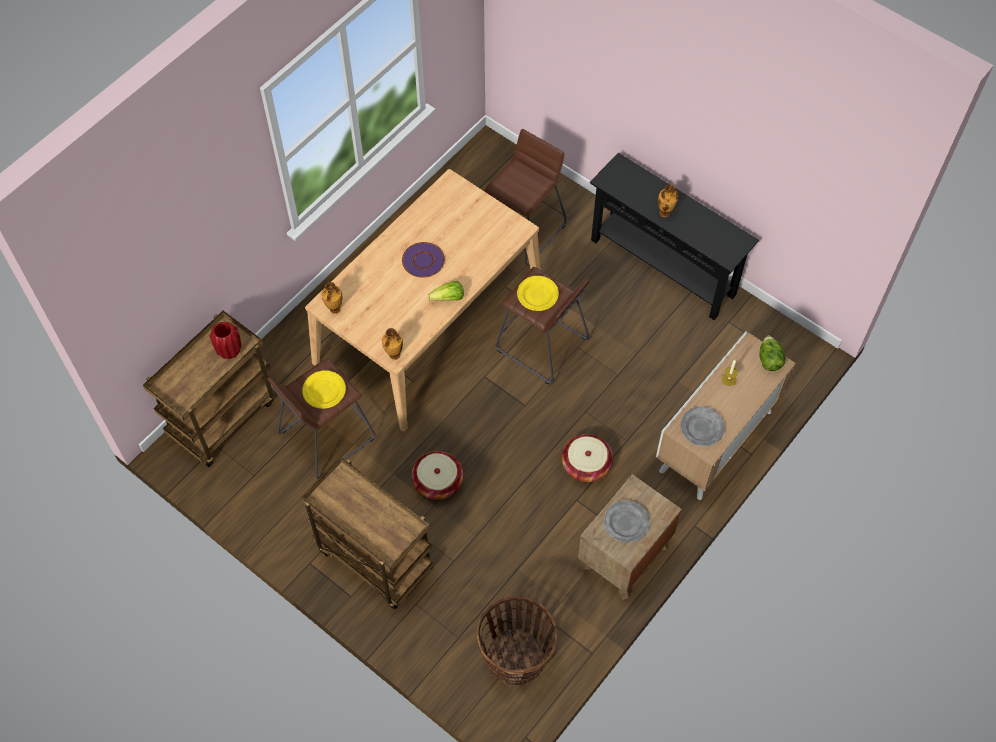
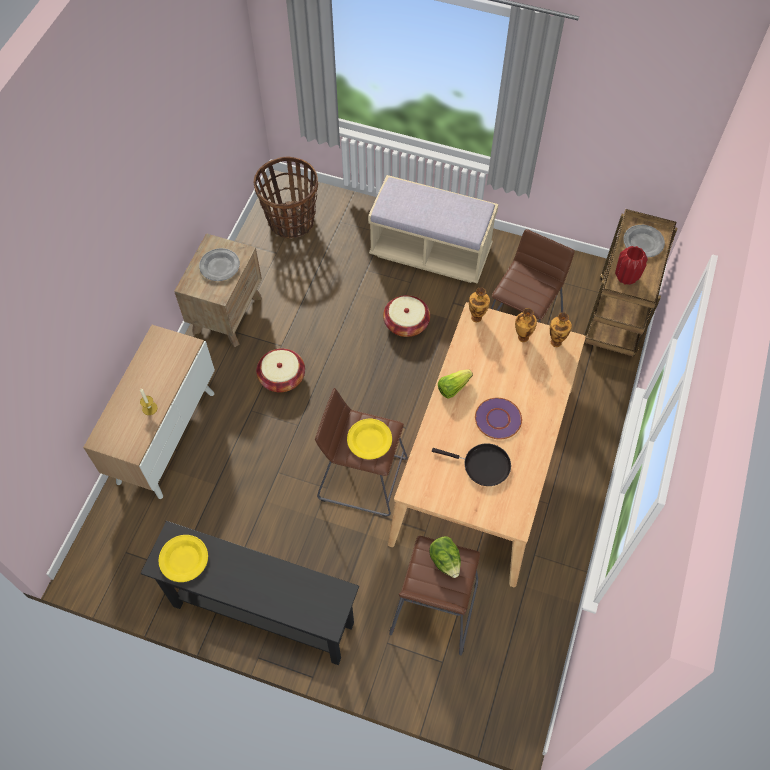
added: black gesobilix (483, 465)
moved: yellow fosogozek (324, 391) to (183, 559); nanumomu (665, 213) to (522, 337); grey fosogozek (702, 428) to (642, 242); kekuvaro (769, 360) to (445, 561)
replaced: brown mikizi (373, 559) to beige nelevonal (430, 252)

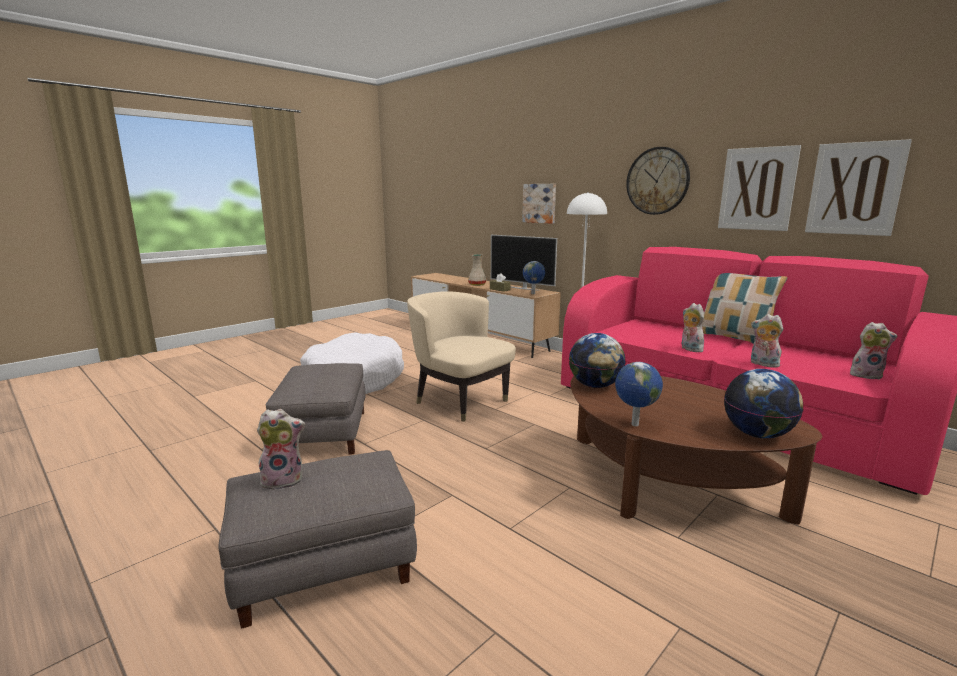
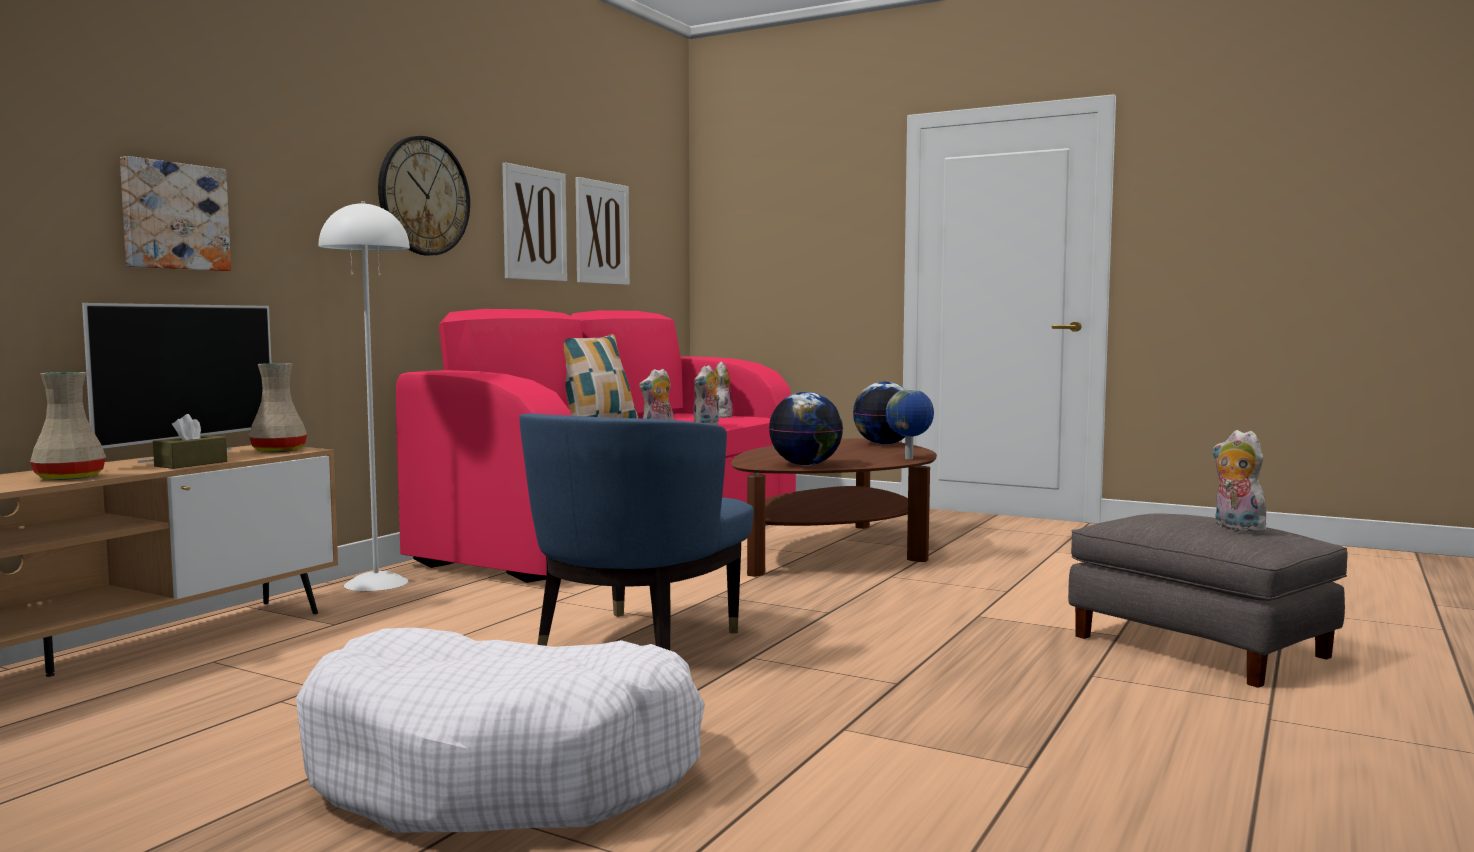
removed: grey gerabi (322, 433)
replaced: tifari (533, 294) to beige nanumomu (279, 450)
recoloured: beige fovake (460, 401) to blue fovake (636, 643)

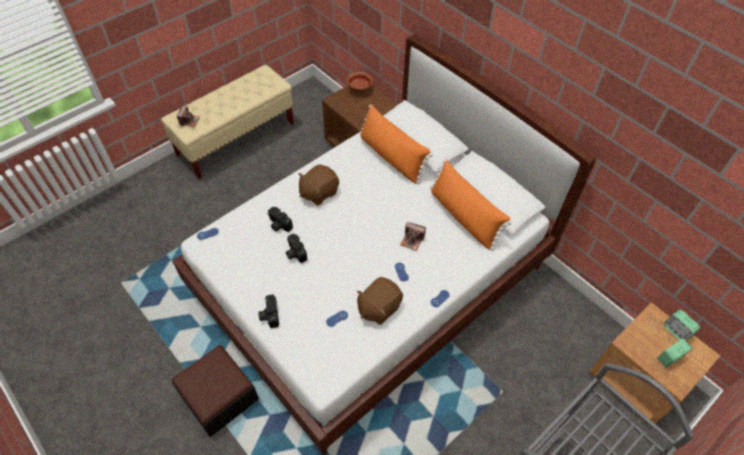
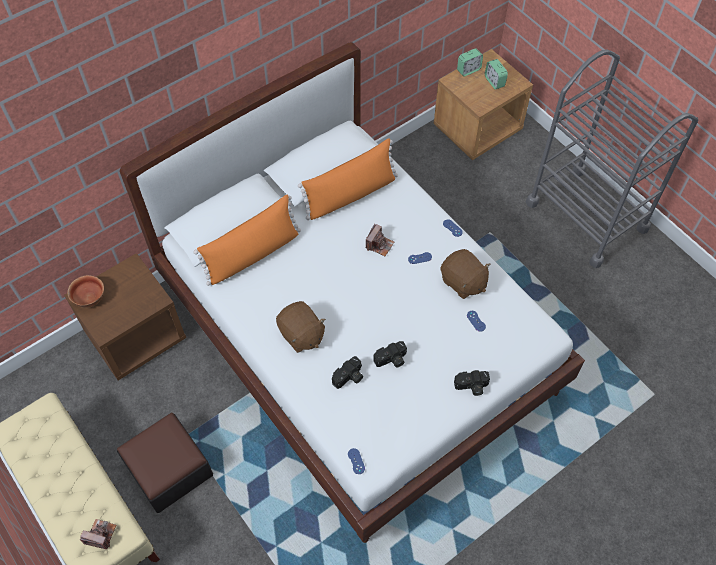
moved: gerabi (219, 396) to (169, 469)

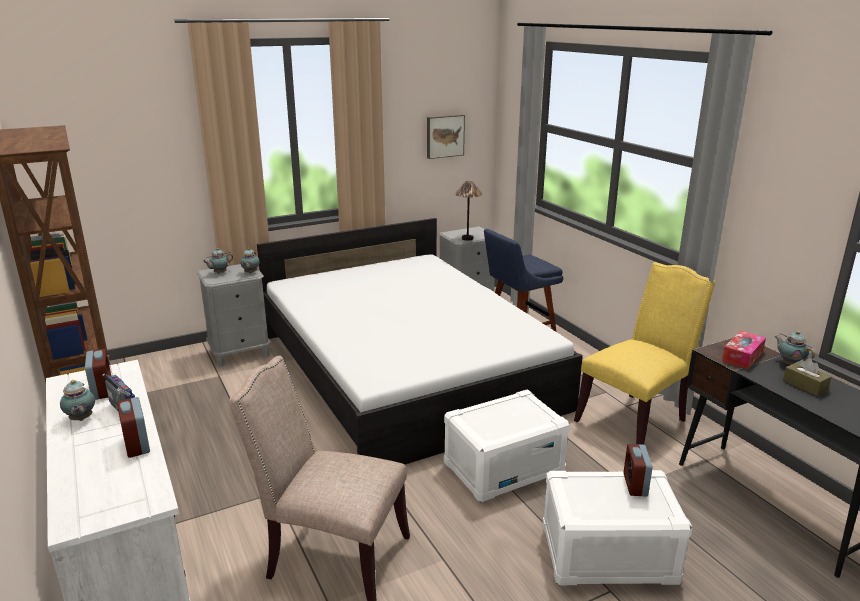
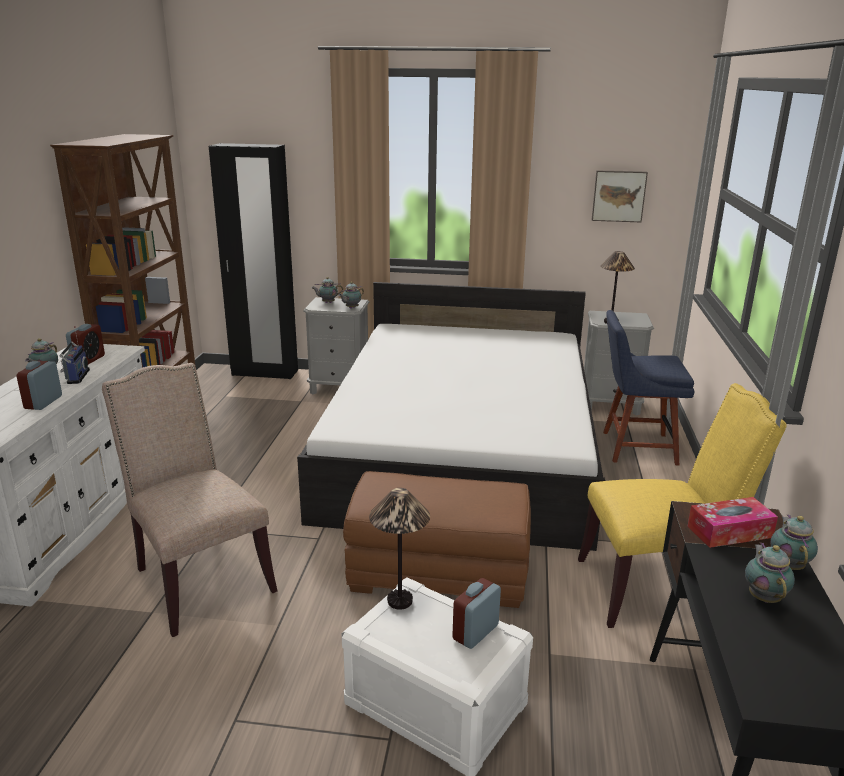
added: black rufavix (264, 373); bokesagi (399, 600)
replaced: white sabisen (504, 467) to brown gerabi (440, 572); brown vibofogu (804, 385) to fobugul (763, 597)

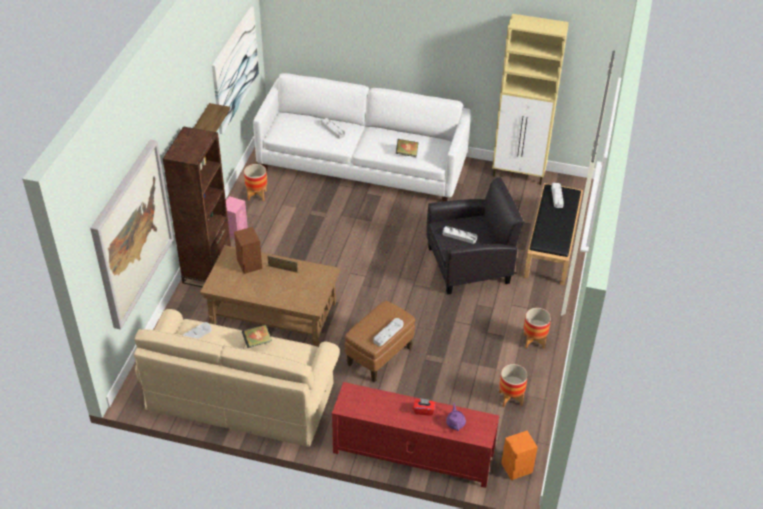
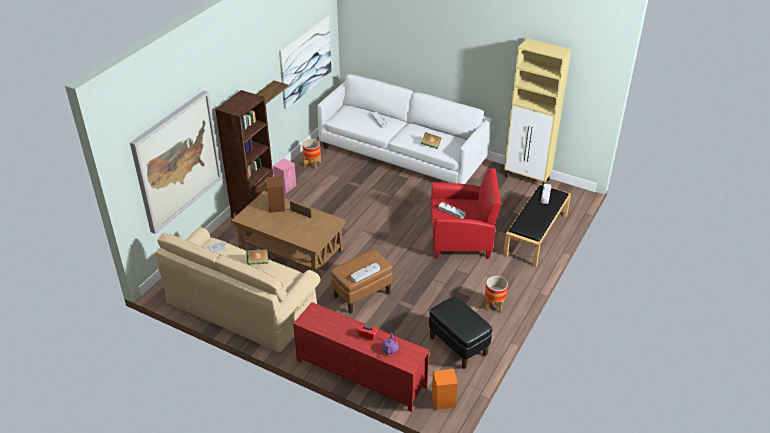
replaced: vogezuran (510, 398) to black gerabi (458, 346)
recoloured: black fovake (469, 265) to red fovake (461, 239)

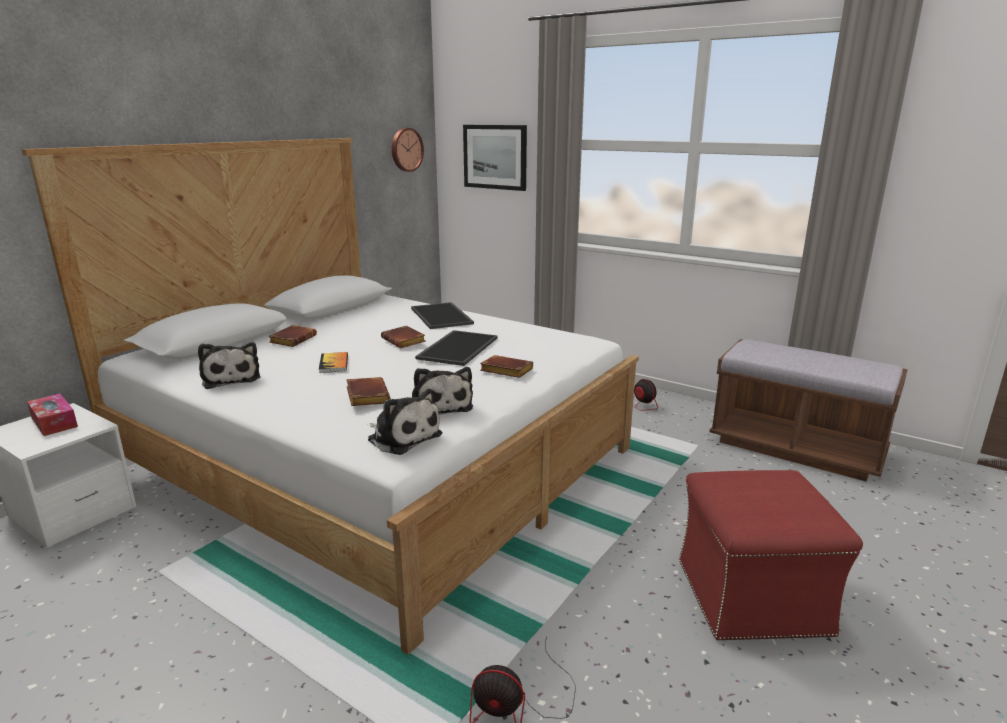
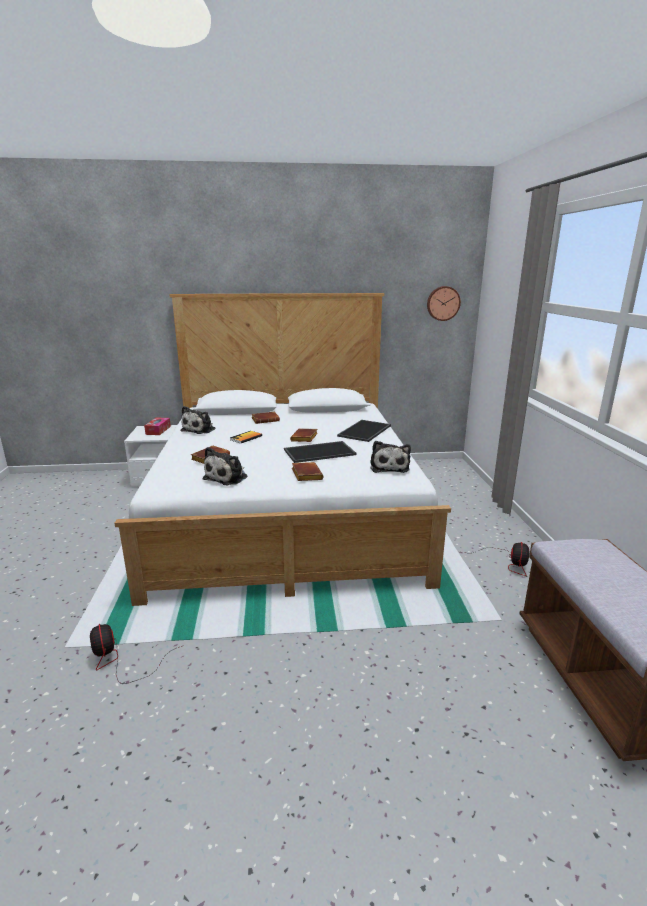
removed: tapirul (495, 157); red gerabi (752, 598)
moved: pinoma (402, 437) to (389, 467)

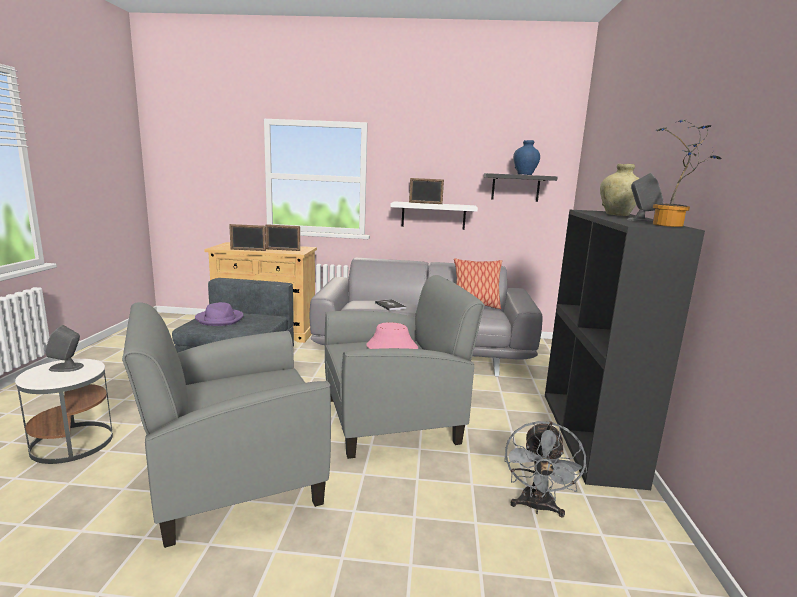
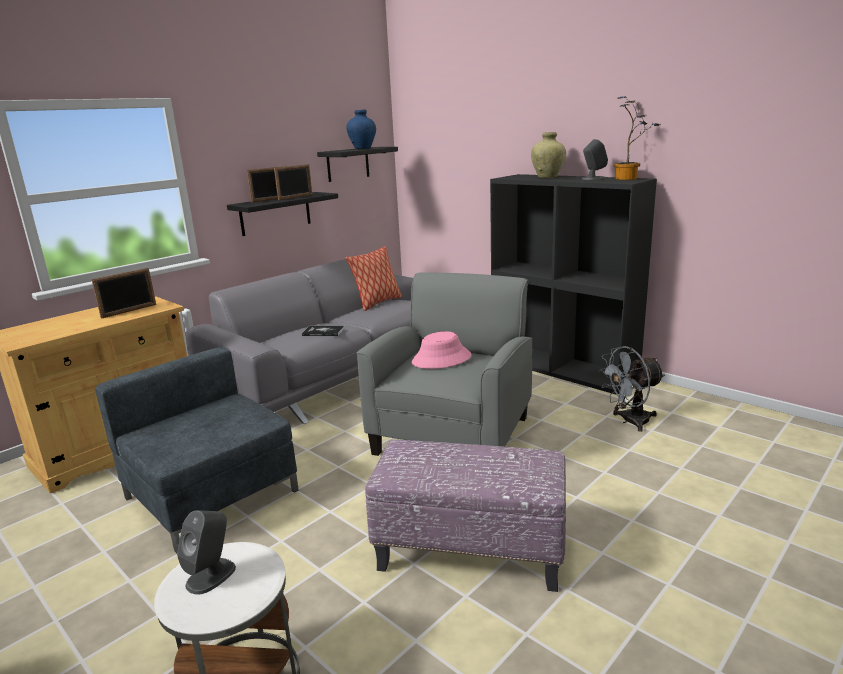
removed: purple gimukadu (220, 319)
moved: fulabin (248, 250) to (295, 197)
replaced: grey fovake (233, 478) to gerabi (469, 552)
recoloured: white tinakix (433, 215) to black tinakix (275, 213)
turned: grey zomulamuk (536, 507) = (629, 421) 105 degrees clockwise

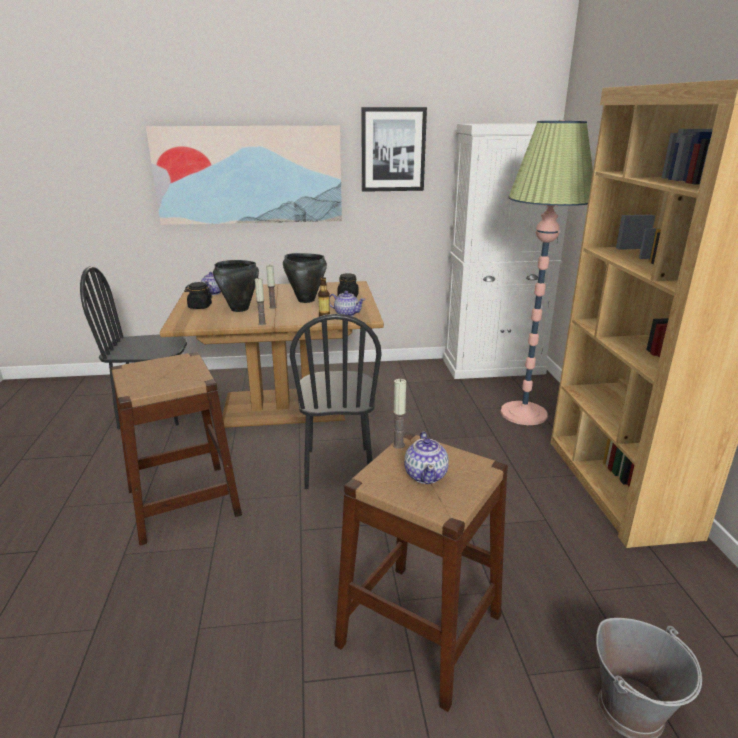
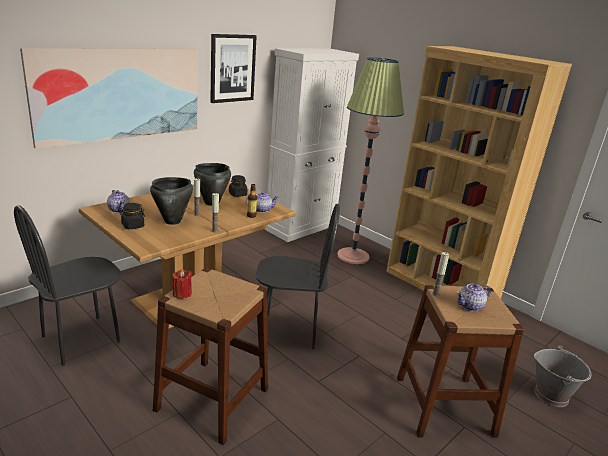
added: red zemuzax (182, 294)
turned: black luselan (338, 467) = (289, 330) 45 degrees counterclockwise; fobugul (426, 475) = (470, 306) 105 degrees clockwise

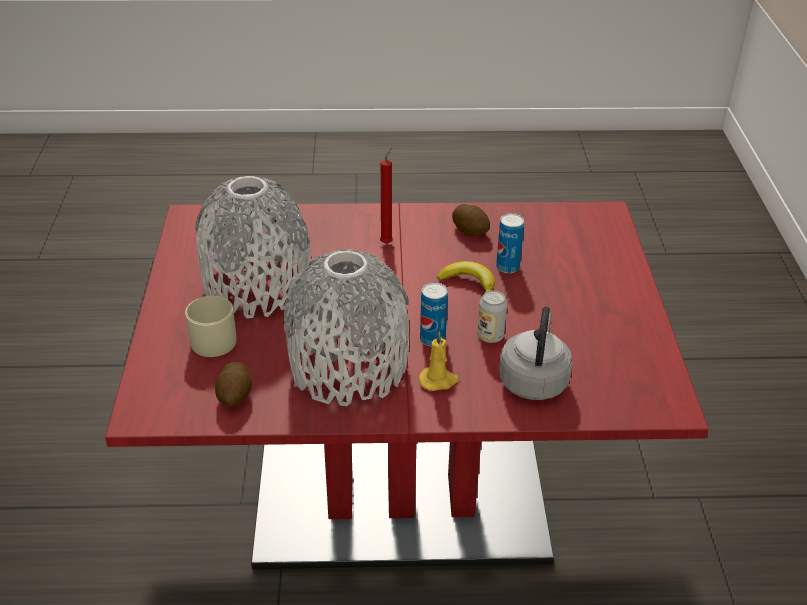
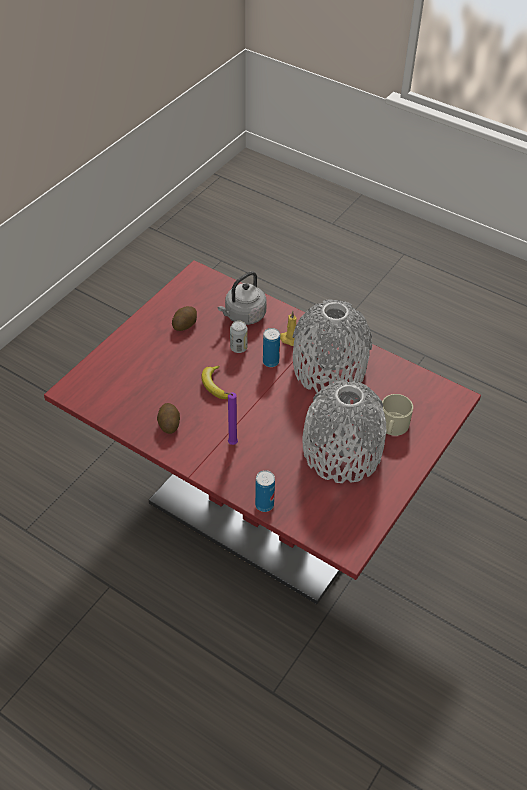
moved: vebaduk (235, 396) to (184, 324); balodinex (507, 267) to (264, 505)
recoloured: red zemuzax (387, 242) to purple zemuzax (231, 444)

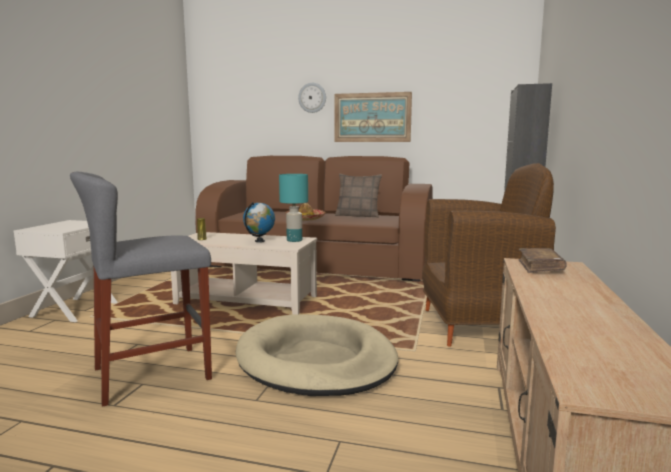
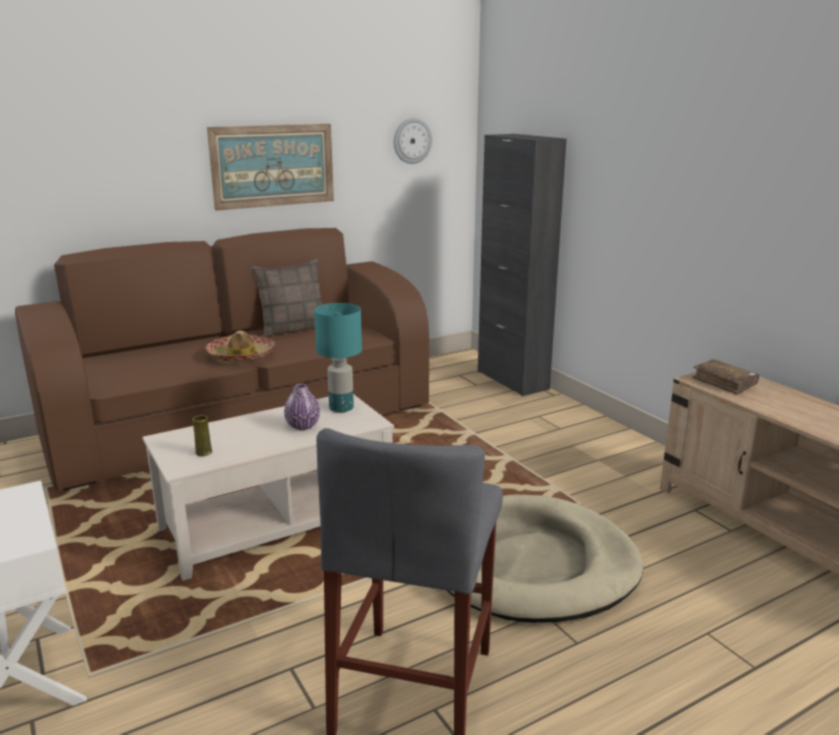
removed: brown fovake (479, 326)
moved: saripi (312, 97) to (412, 140)
replaced: tifari (260, 241) to purple nanumomu (303, 426)

